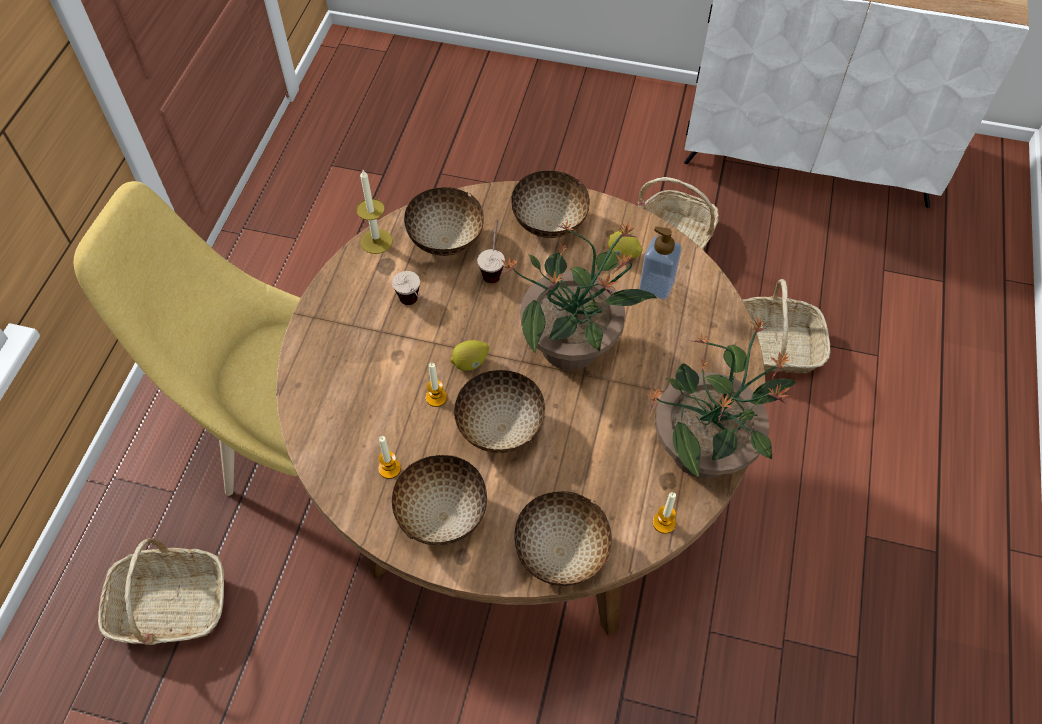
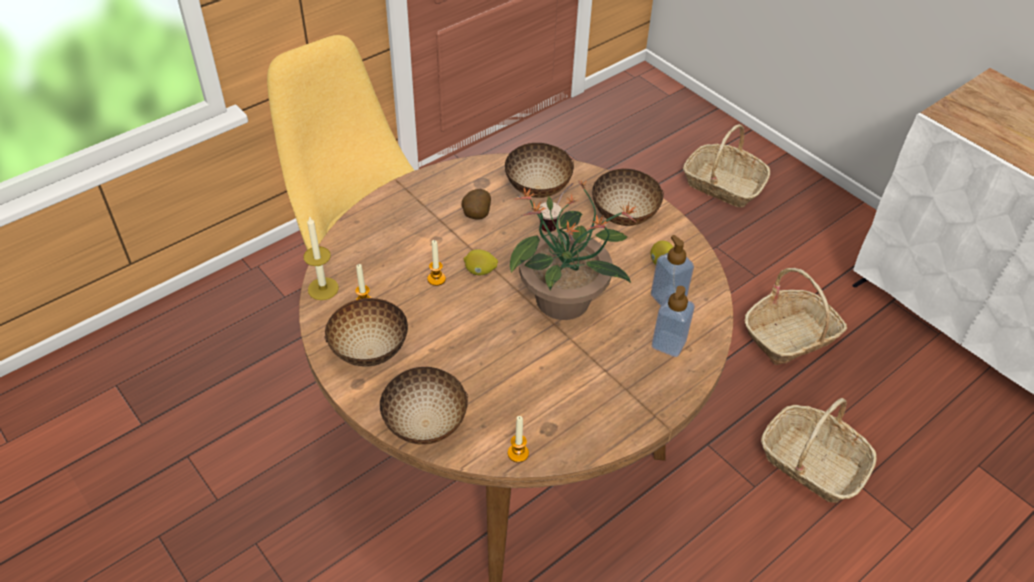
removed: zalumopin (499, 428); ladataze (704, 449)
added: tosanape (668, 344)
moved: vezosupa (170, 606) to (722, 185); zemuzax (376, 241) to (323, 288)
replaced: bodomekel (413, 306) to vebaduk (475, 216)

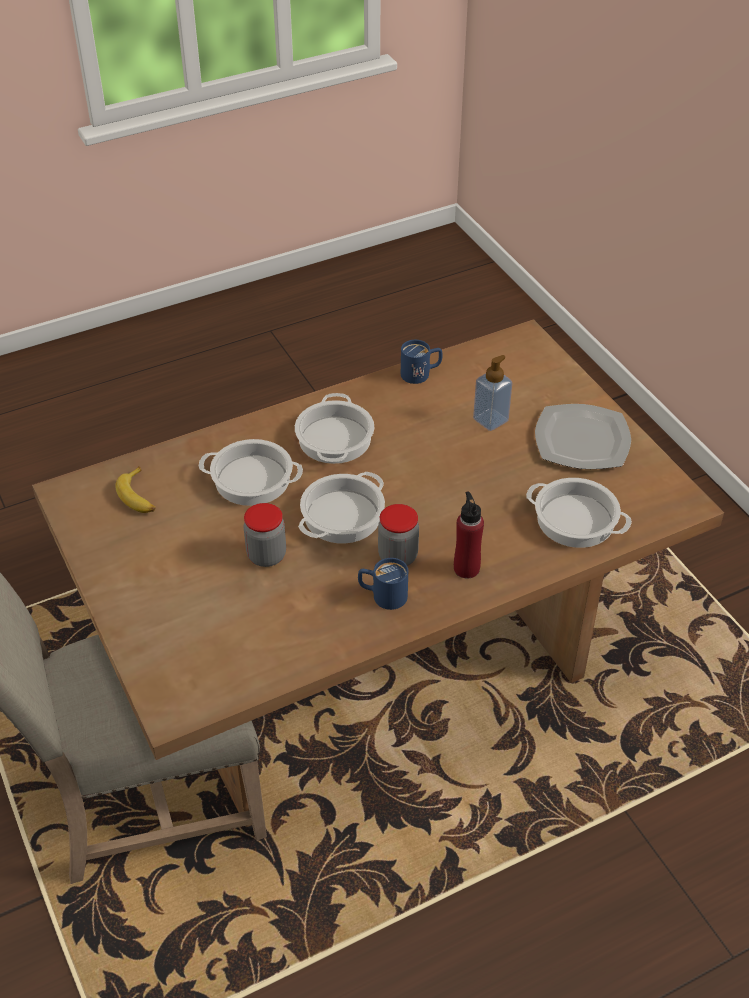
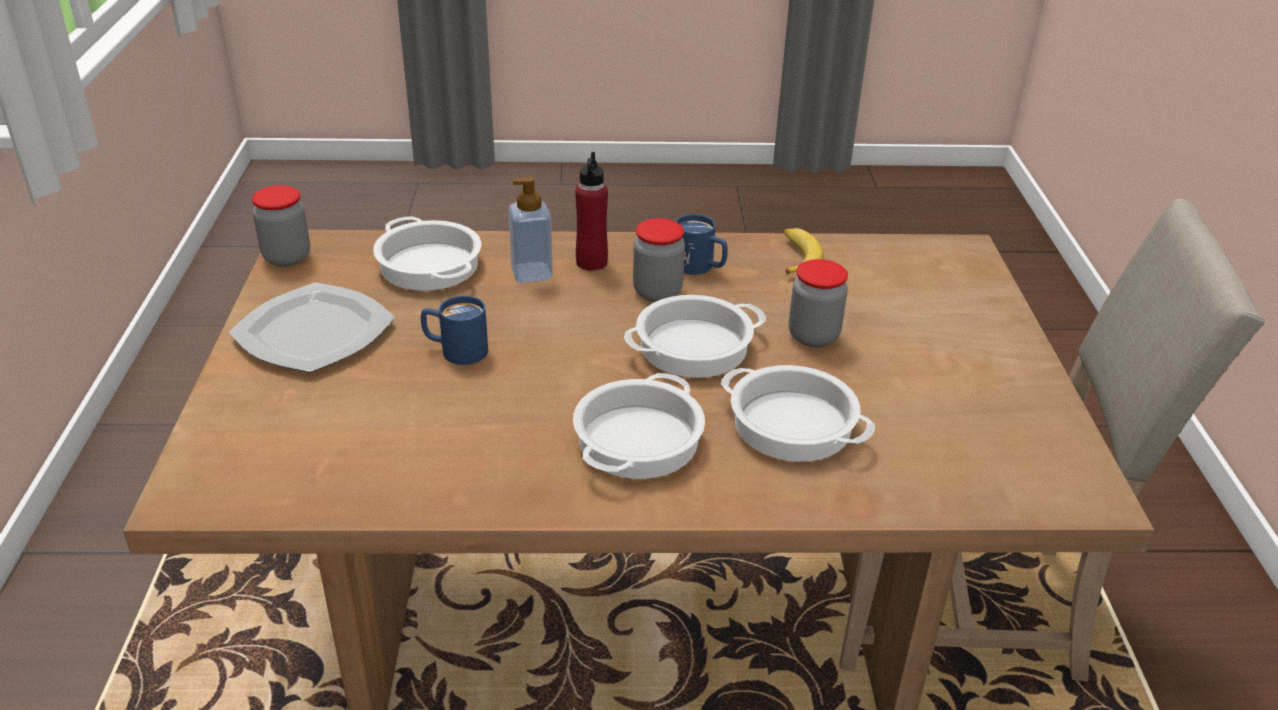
added: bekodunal (287, 257)
moved: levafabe (139, 497) to (797, 258); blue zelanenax (421, 373) to (455, 350); tosanape (490, 420) to (532, 273)

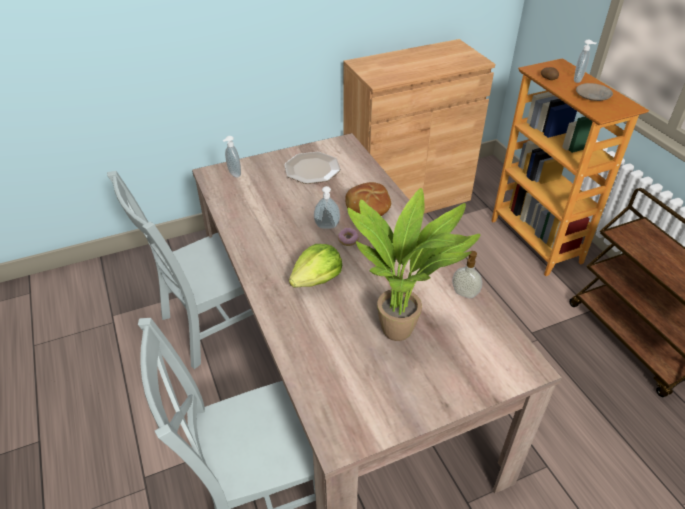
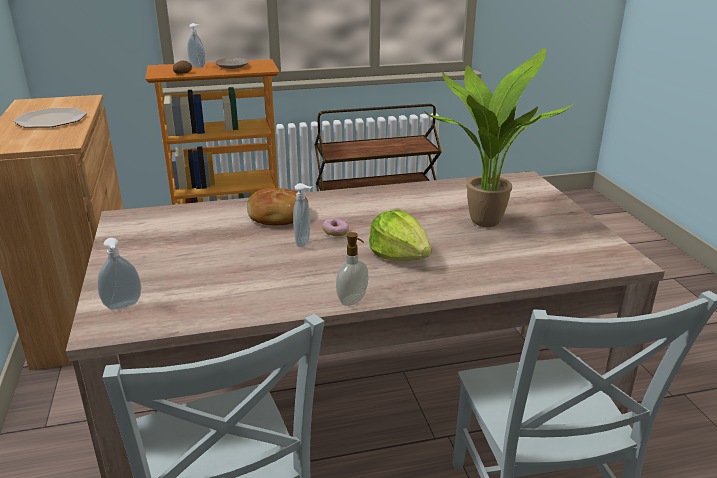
moved: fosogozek (312, 169) to (51, 119); tosanape (464, 294) to (353, 301)

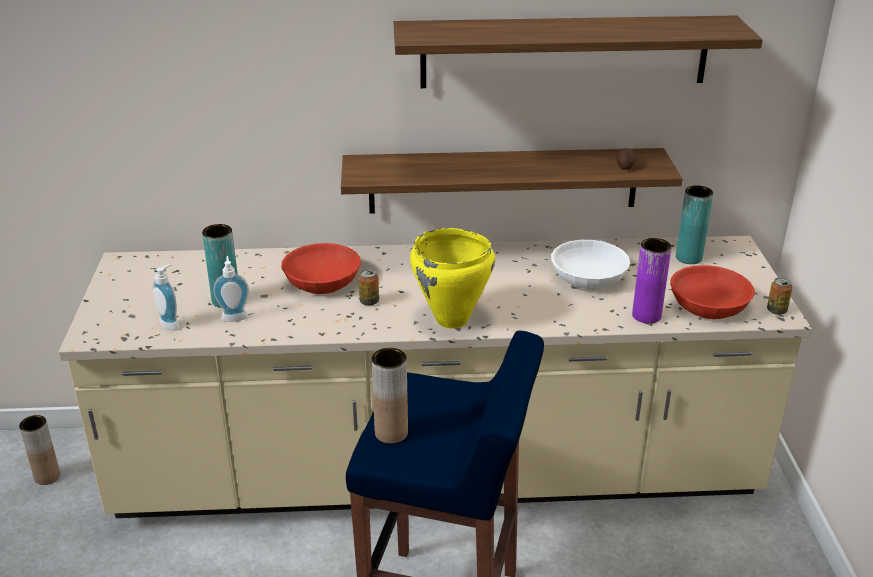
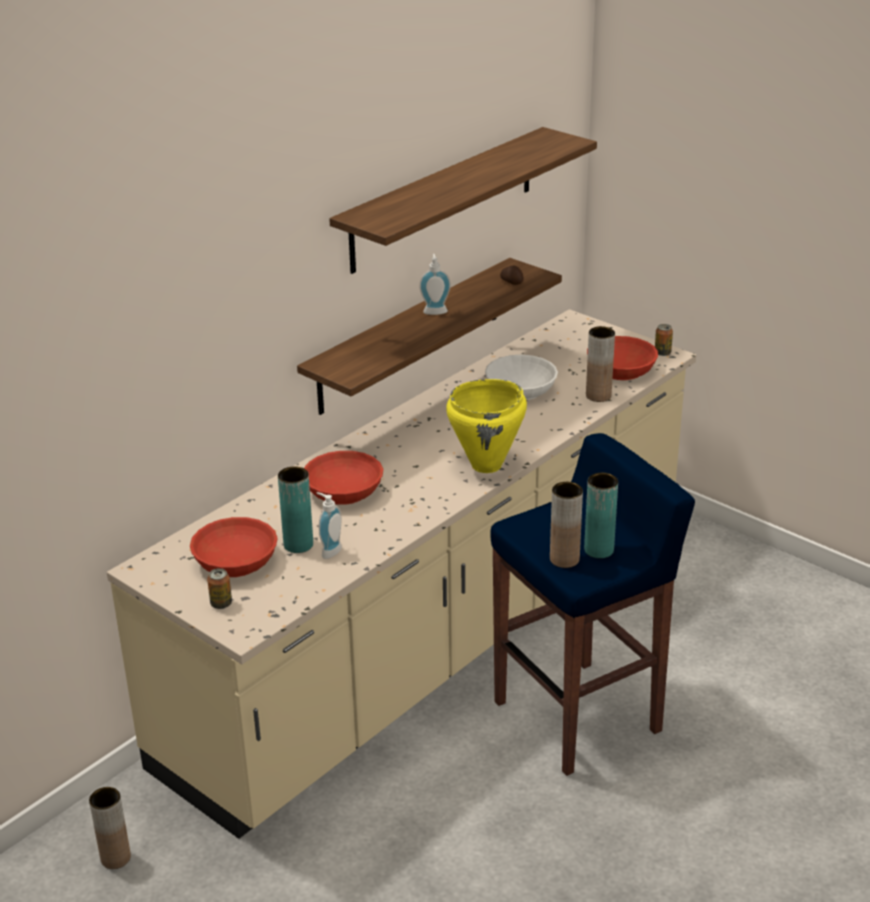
added: red zalumopin (235, 561)
moved: tosanape (172, 323) to (435, 311); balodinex (369, 302) to (221, 604); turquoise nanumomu (689, 258) to (599, 550)
recoloured: purple nanumomu (646, 316) to brown nanumomu (598, 396)

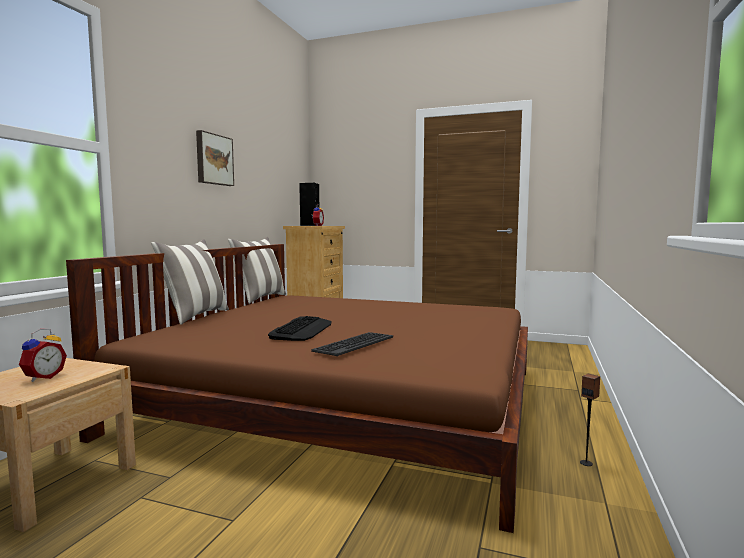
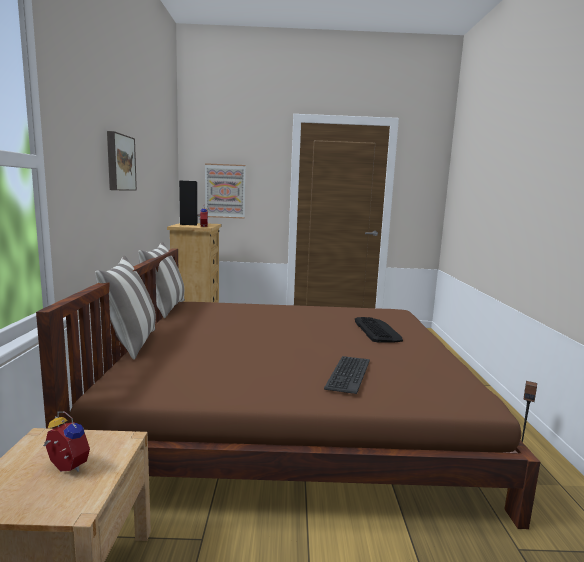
added: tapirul (225, 191)
moved: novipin (302, 330) to (377, 330)
turned: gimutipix (42, 377) = (65, 468) 60 degrees counterclockwise

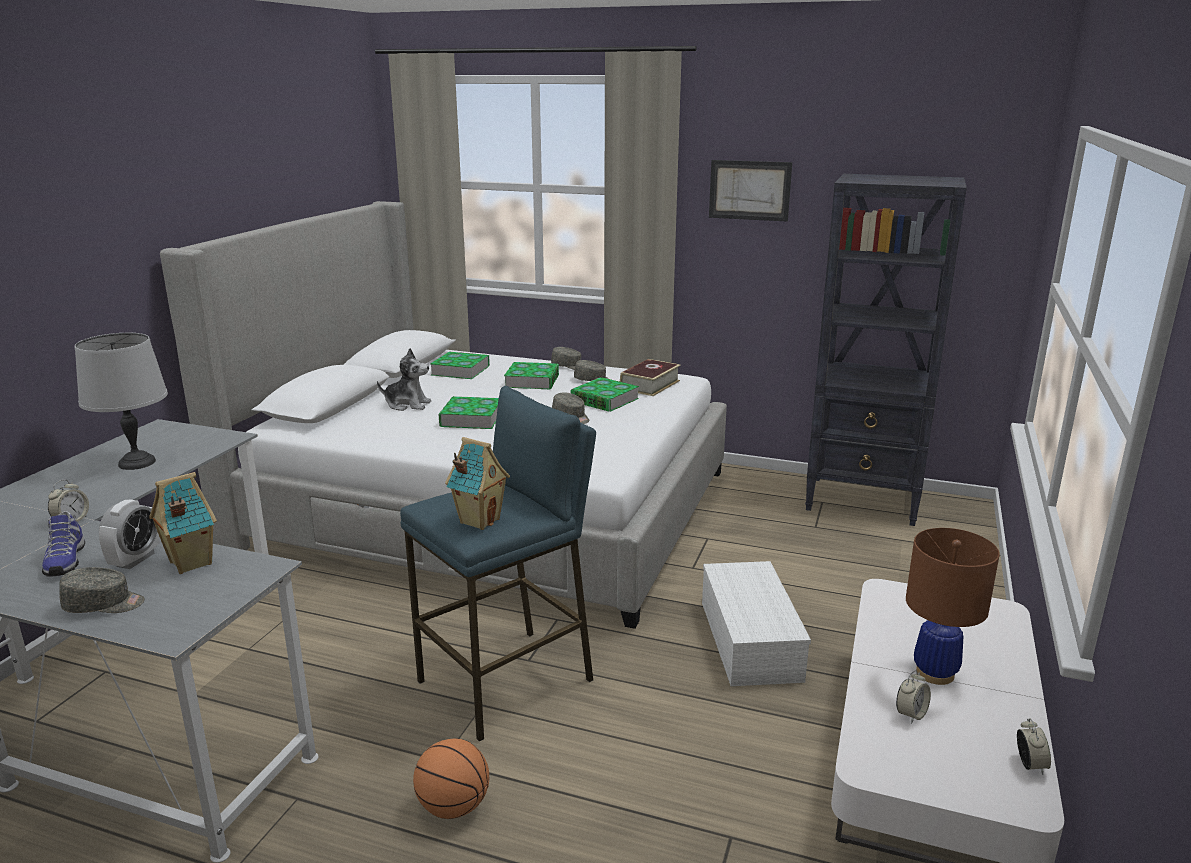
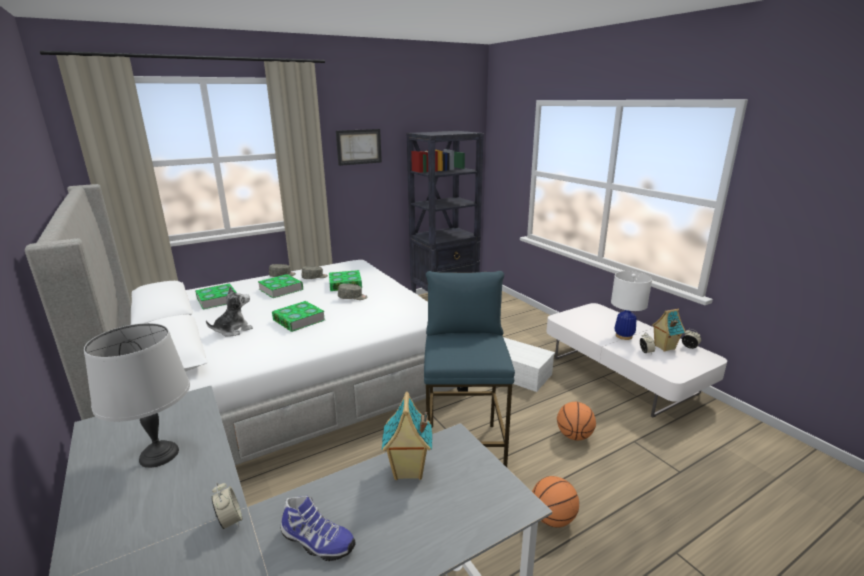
removed: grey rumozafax (104, 605); gimutipix (135, 560); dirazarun (650, 385)
added: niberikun (574, 436)
moved: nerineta (479, 520) to (663, 347)
recoloured: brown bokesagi (935, 673) to white bokesagi (624, 336)

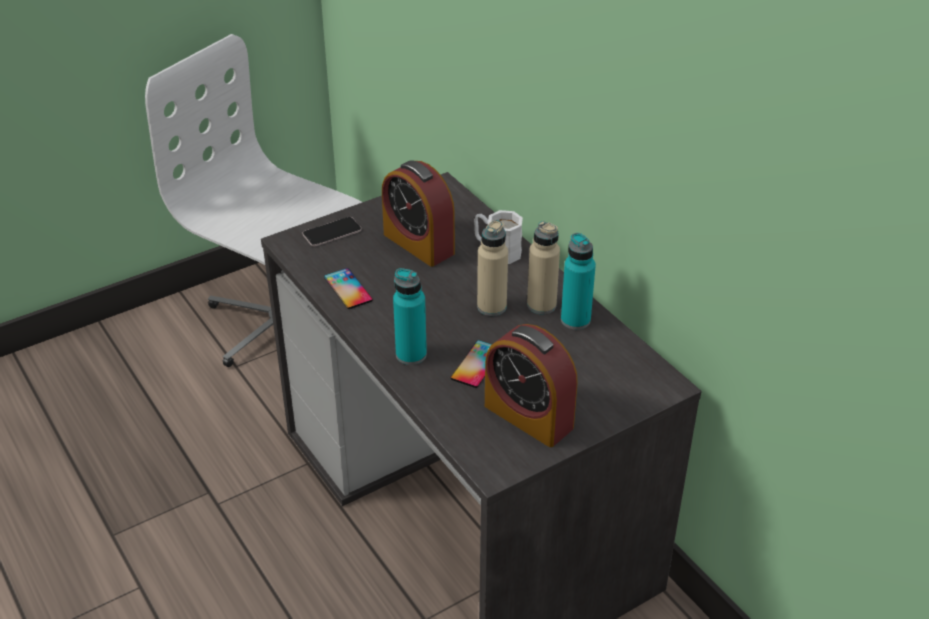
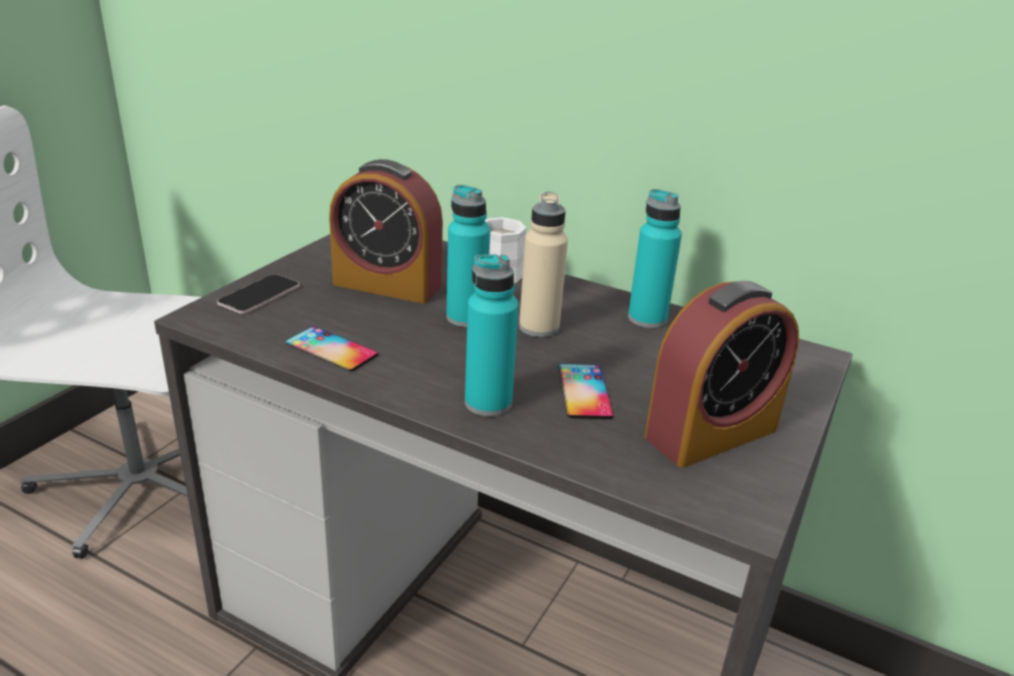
removed: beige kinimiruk (541, 305)
added: turquoise kinimiruk (466, 317)
turned: gimutipix (528, 416) = (711, 433) 45 degrees counterclockwise

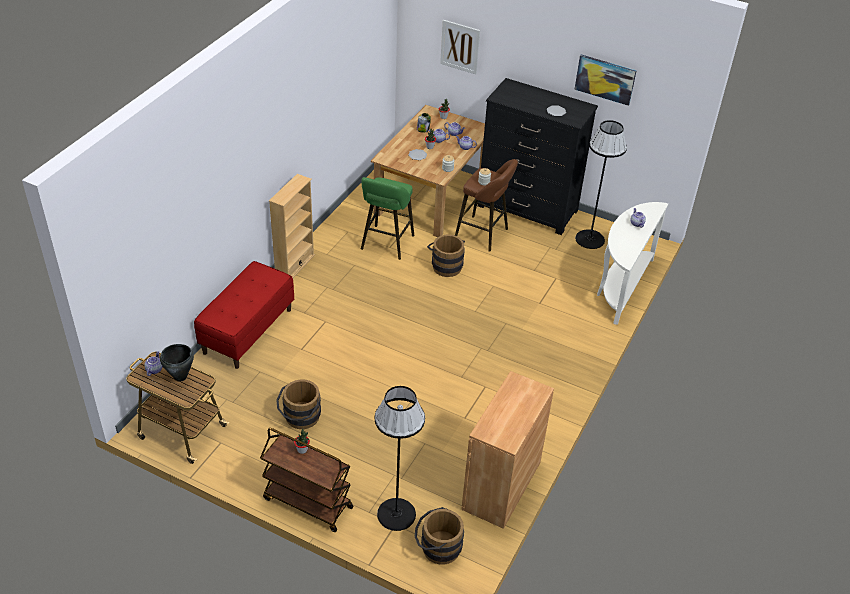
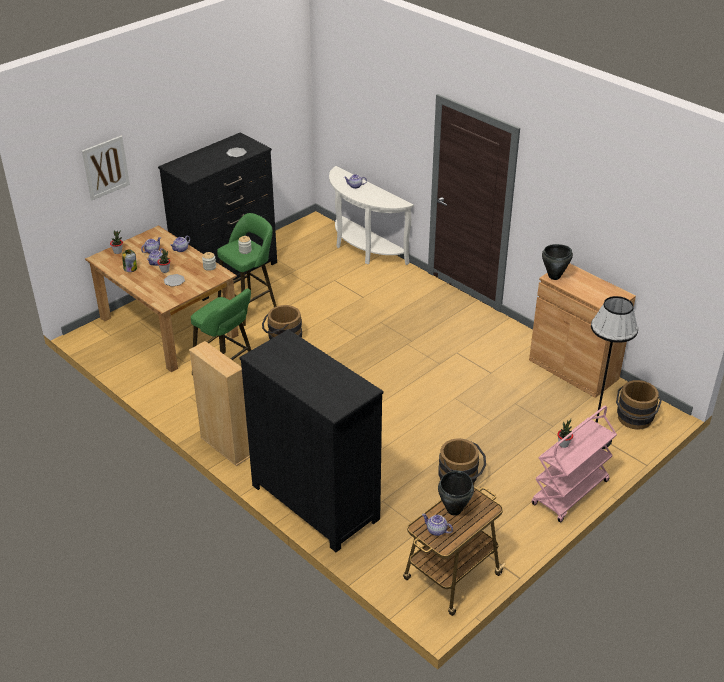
removed: tapirul (605, 79); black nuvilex (590, 239)
added: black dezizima (554, 276)
replaced: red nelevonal (247, 331) to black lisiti (315, 501)
recoloured: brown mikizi (307, 503) to pink mikizi (570, 493); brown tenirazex (484, 234) to green tenirazex (250, 306)

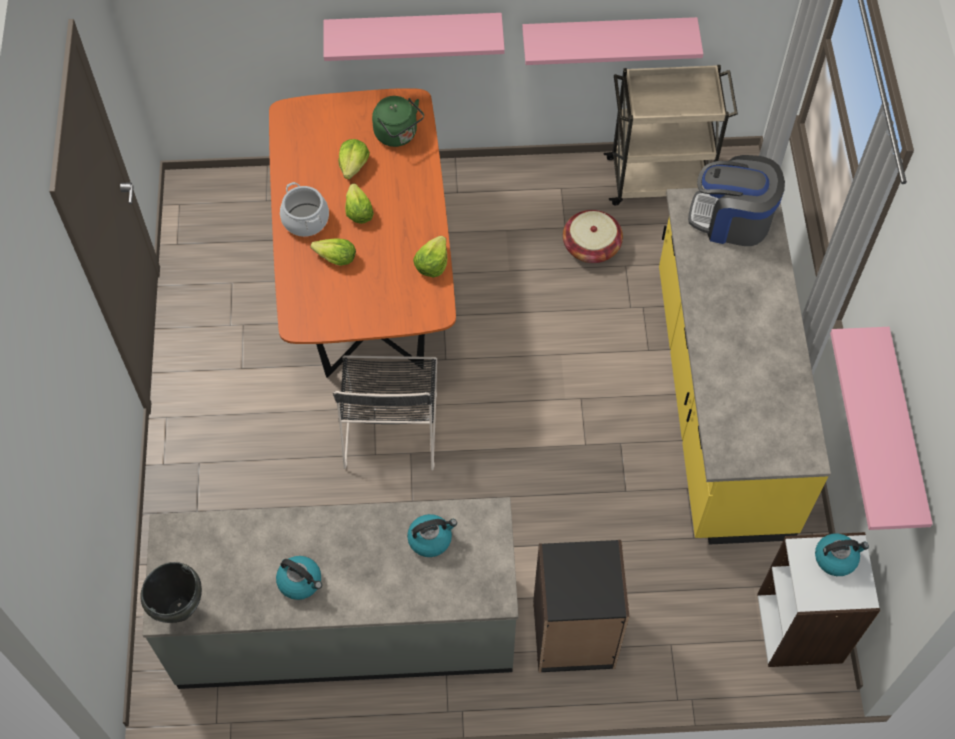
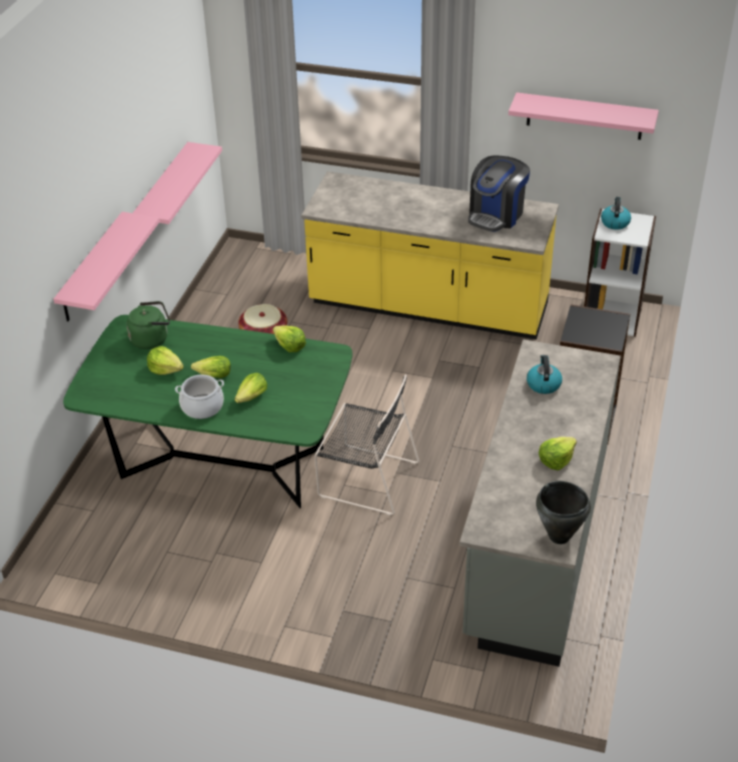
removed: beige mikizi (659, 179)
moved: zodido (732, 220) to (496, 215)
replaced: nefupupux (300, 581) to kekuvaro (556, 460)
recoloured: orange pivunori (368, 284) to green pivunori (223, 463)

